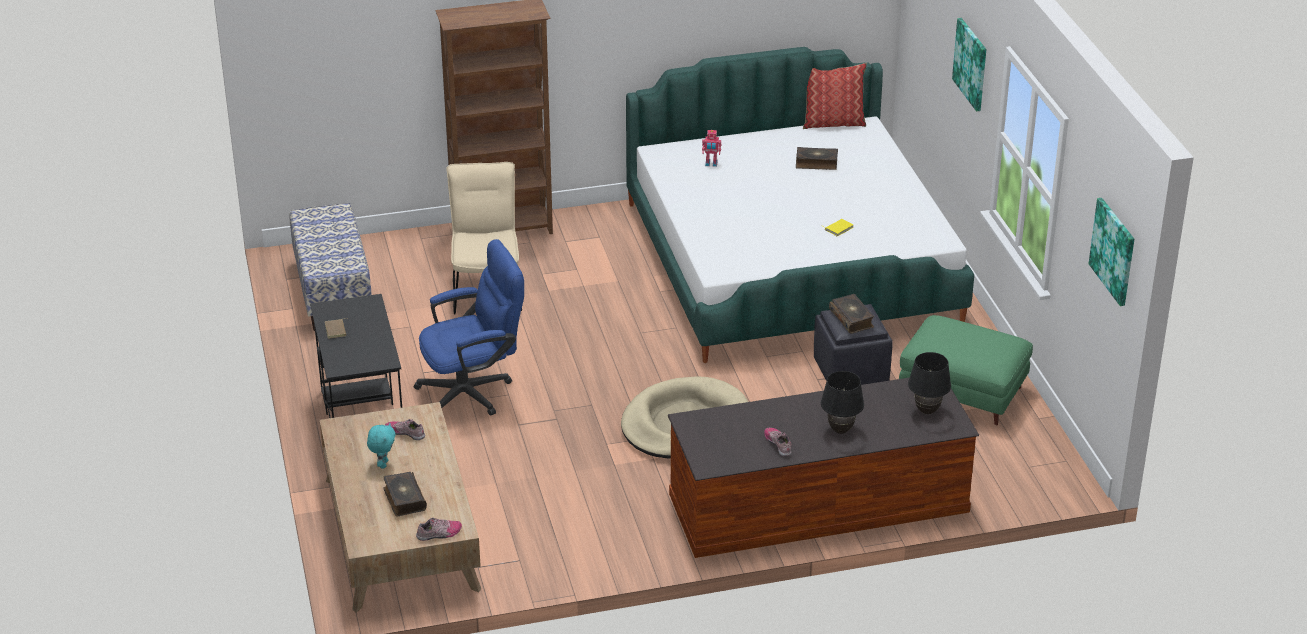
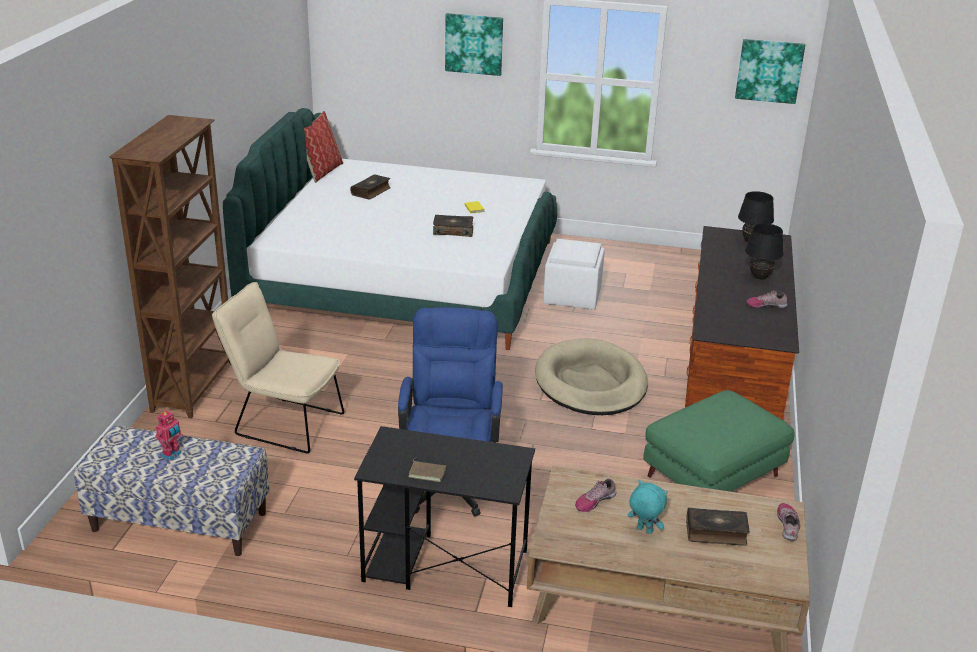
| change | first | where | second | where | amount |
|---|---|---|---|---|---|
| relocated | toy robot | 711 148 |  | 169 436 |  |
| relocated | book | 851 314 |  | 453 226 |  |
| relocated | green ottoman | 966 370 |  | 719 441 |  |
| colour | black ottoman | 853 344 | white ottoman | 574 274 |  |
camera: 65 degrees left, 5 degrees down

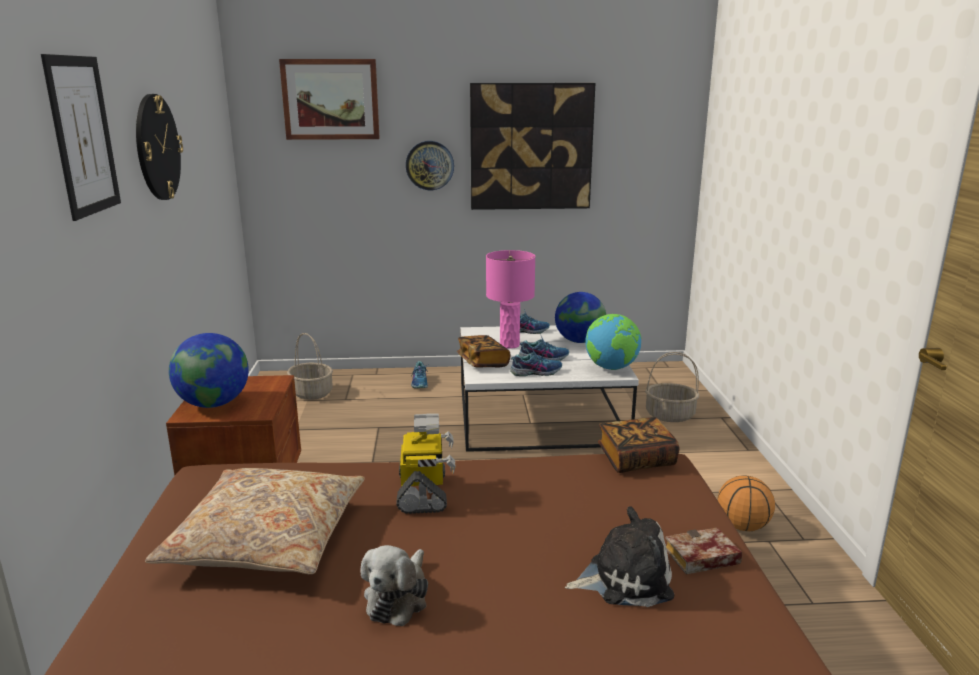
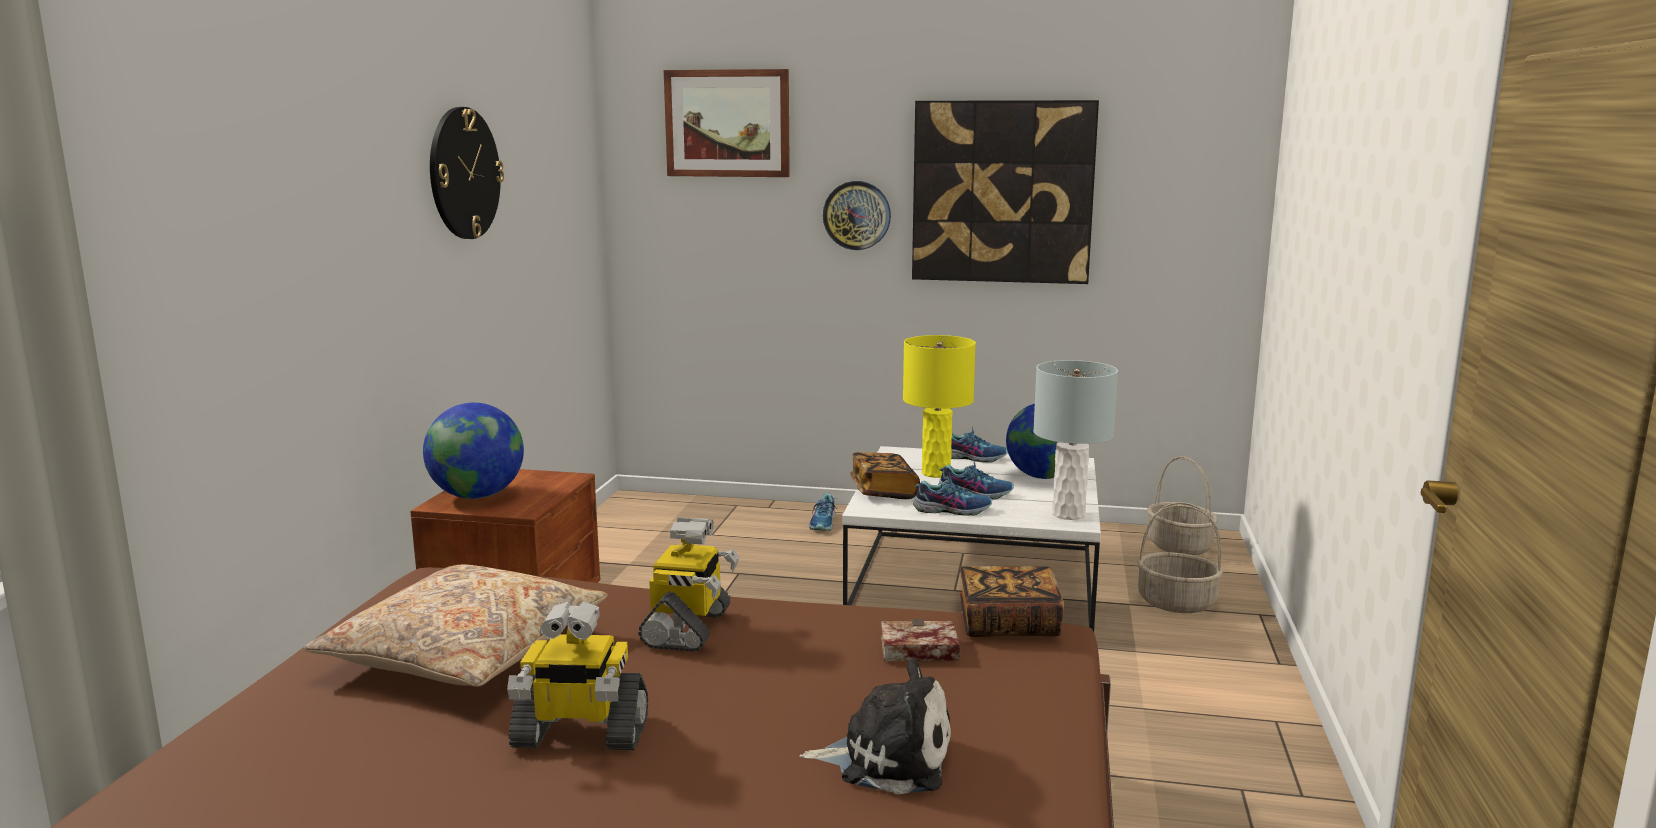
| change | first | where | second | where | amount |
|---|---|---|---|---|---|
| missing | picture | 81 137 |  |  |  |
| missing | basketball | 746 503 |  |  |  |
| relocated | basket | 310 366 |  | 1182 505 |  |
| relocated | book | 703 550 |  | 920 640 |  |
| exchanged | plush toy | 394 585 | toy robot | 577 675 |  |
| exchanged | globe | 613 342 | grey table lamp | 1075 440 |  |
| colour | pink table lamp | 510 299 | yellow table lamp | 939 406 |  |
camera: 15 degrees right, 5 degrees down

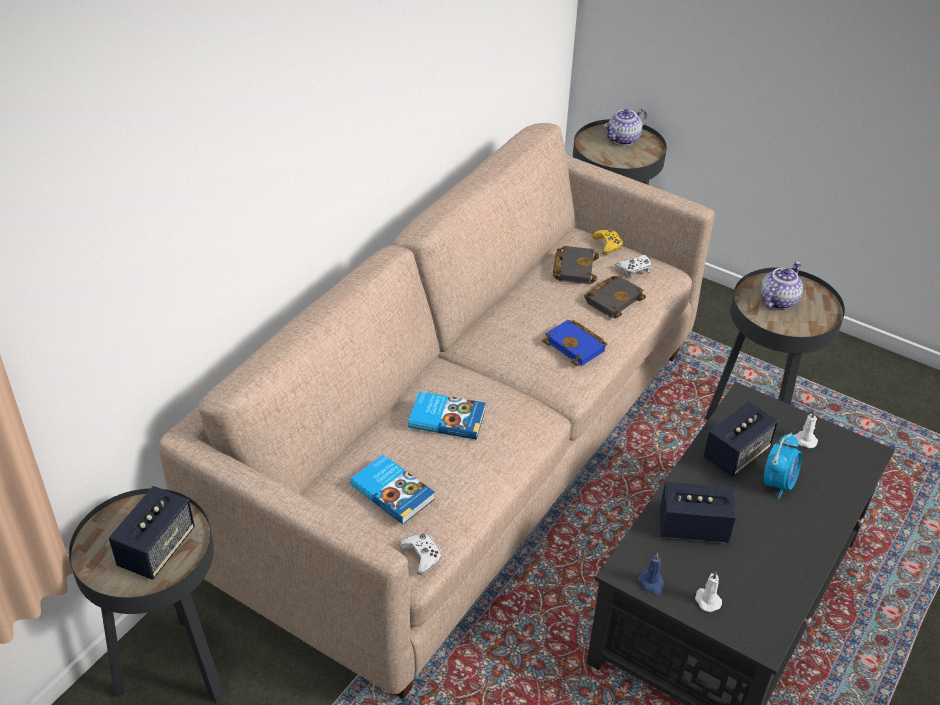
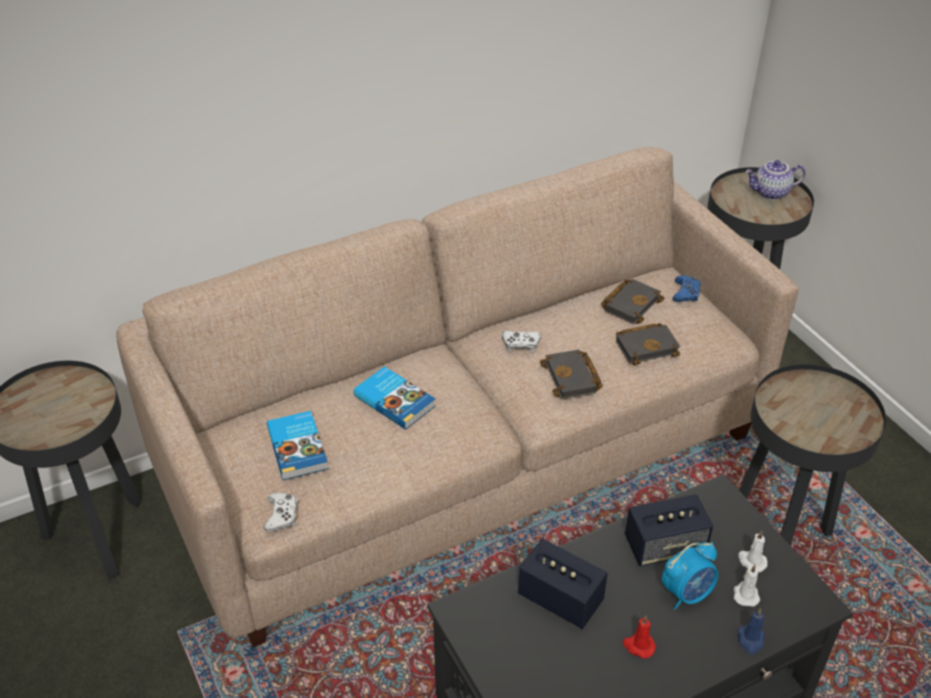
| change | first | where | second | where | amount |
|---|---|---|---|---|---|
| missing | speaker | 152 533 |  |  |  |
| missing | teapot | 782 285 |  |  |  |
| appeared |  |  | red candle | 639 637 |  |
| relocated | white game controller | 633 266 |  | 521 342 |  |
| relocated | blue candle | 651 574 |  | 751 631 |  |
| relocated | white candle | 708 591 |  | 747 586 |  |
| colour | blue book | 574 343 | black book | 571 374 |  |
| colour | yellow game controller | 607 241 | blue game controller | 687 288 |  |
camera: 30 degrees right, 0 degrees up

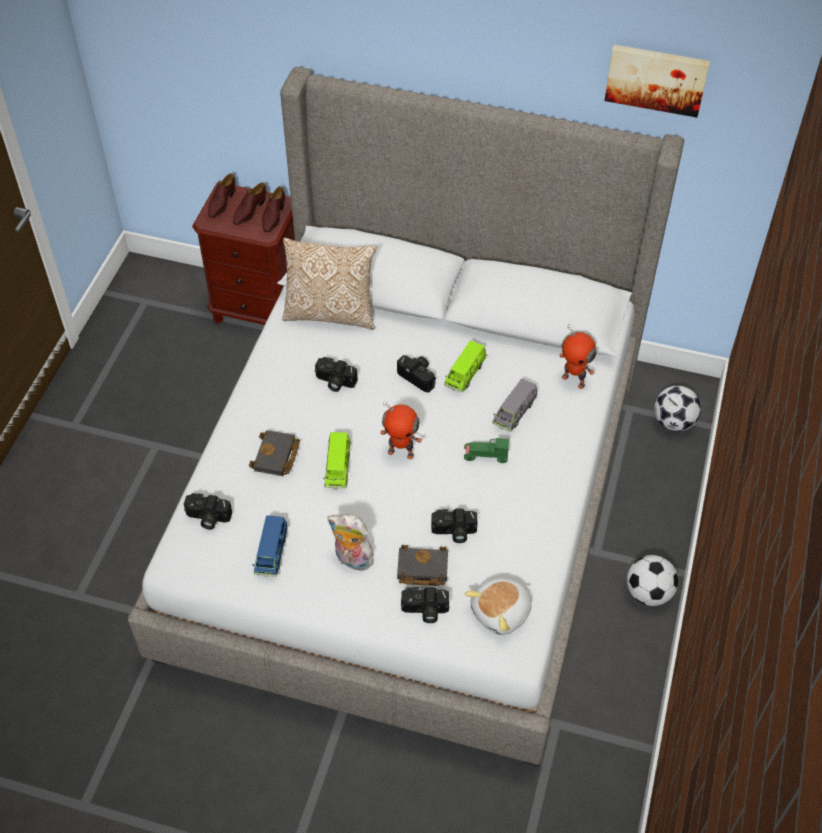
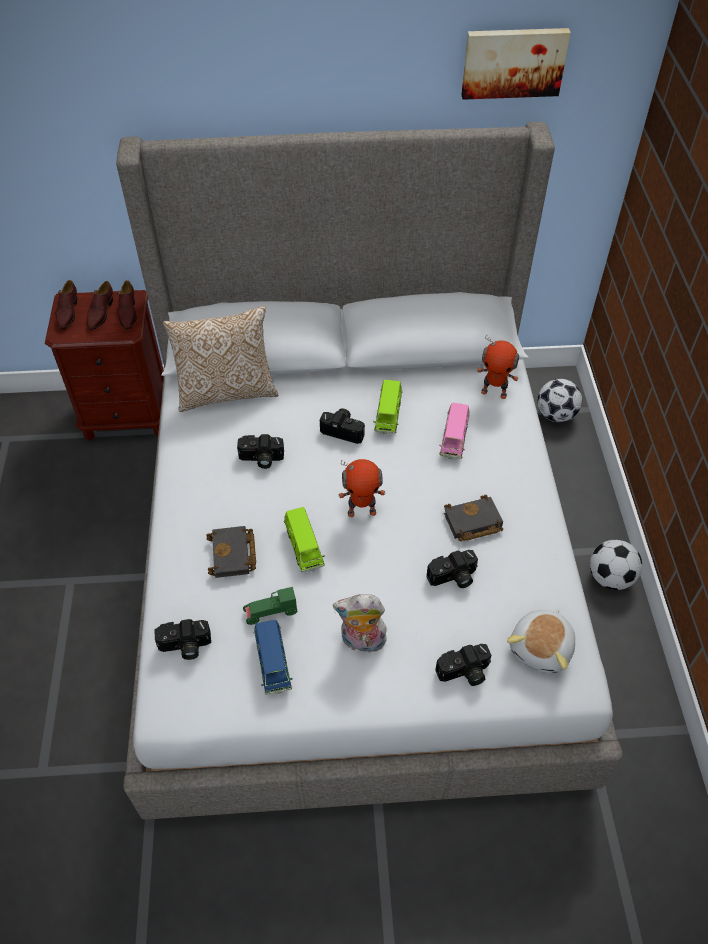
| change | first | where | second | where | amount |
|---|---|---|---|---|---|
| relocated | black book | 422 565 |  | 473 518 |  |
| relocated | green toy car | 486 450 |  | 270 606 |  |
| colour | grey toy car | 515 405 | pink toy car | 454 431 |  |
camera: 20 degrees left, 0 degrees up

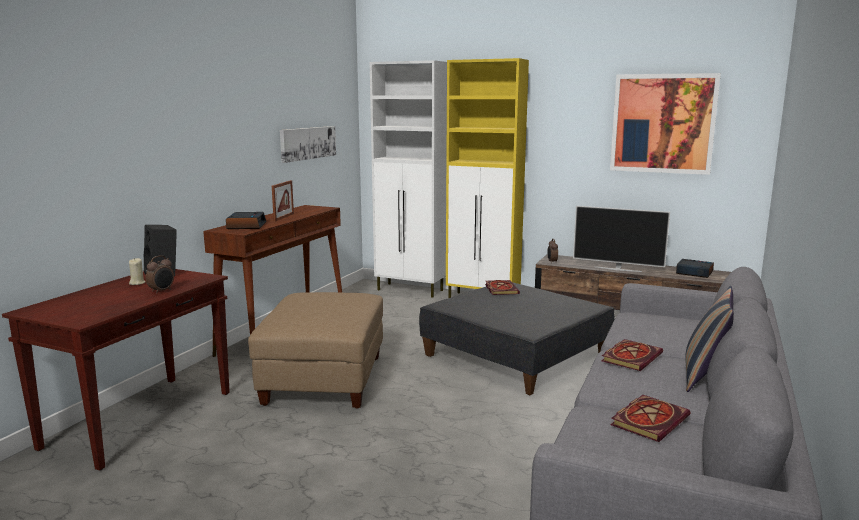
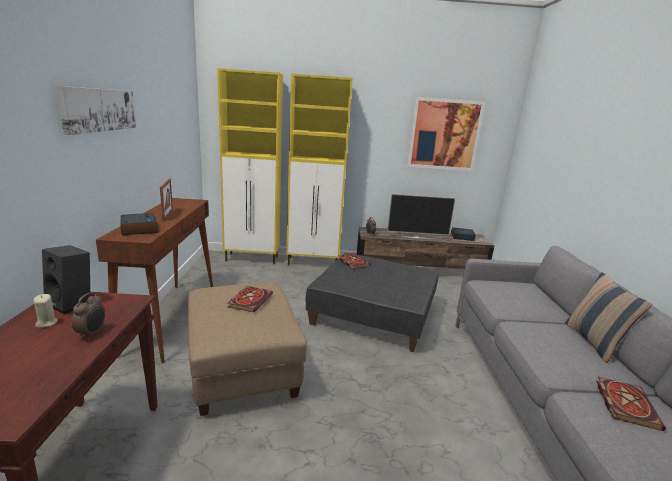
| change | first | where | second | where | amount |
|---|---|---|---|---|---|
| relocated | picture | 308 144 |  | 96 110 |  |
| relocated | book | 632 355 |  | 250 299 |  |
| colour | white cabinet | 408 179 | yellow cabinet | 250 166 |  |
camera: 25 degrees left, 5 degrees up

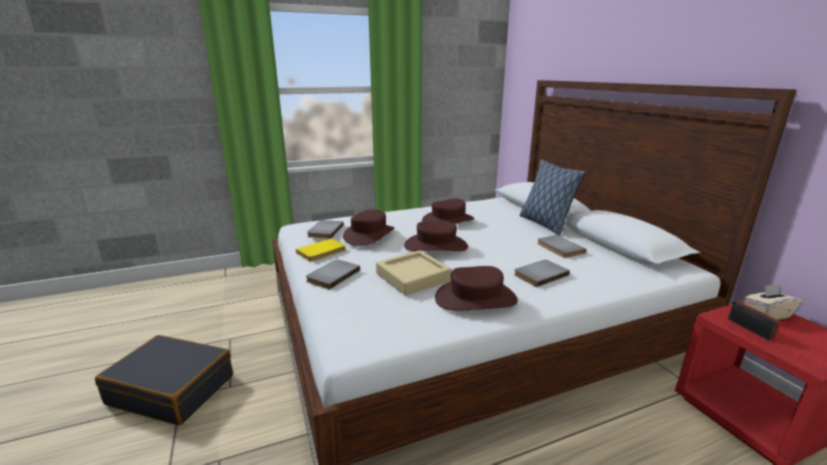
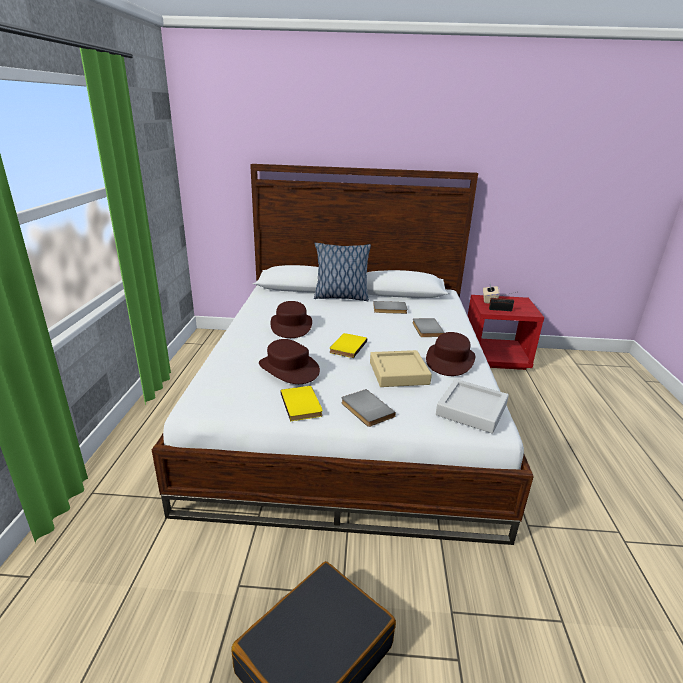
| change | first | where | second | where | amount |
|---|---|---|---|---|---|
| missing | grey book | 325 229 |  |  |  |
| appeared |  |  | grey tray | 472 406 |  |
| exchanged | brown hat | 436 236 | yellow book | 348 345 |  |
camera: 65 degrees left, 5 degrees up

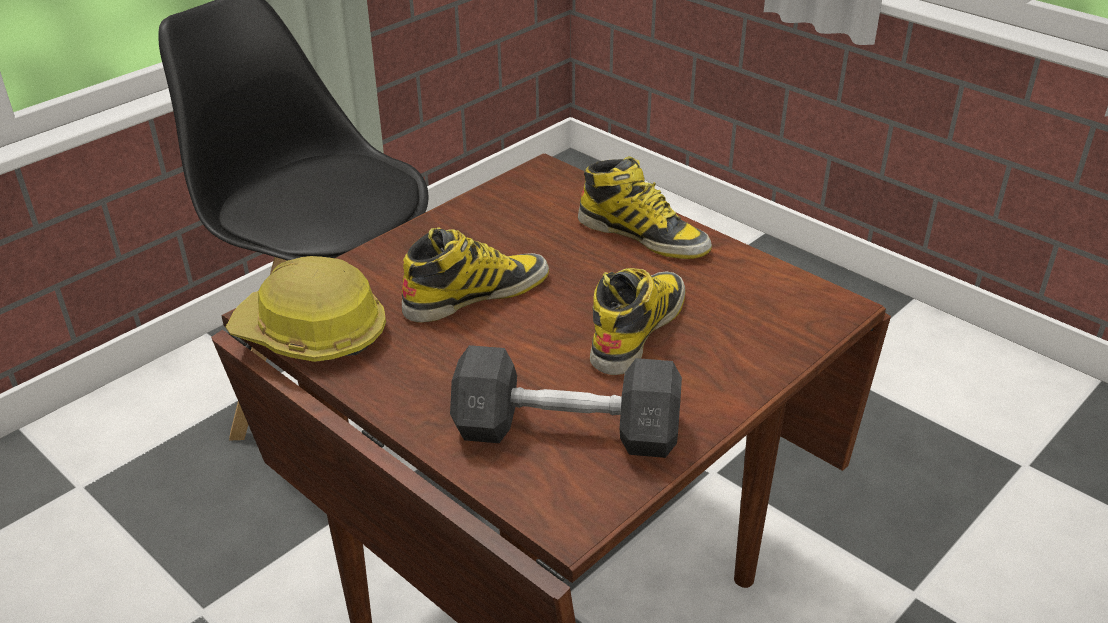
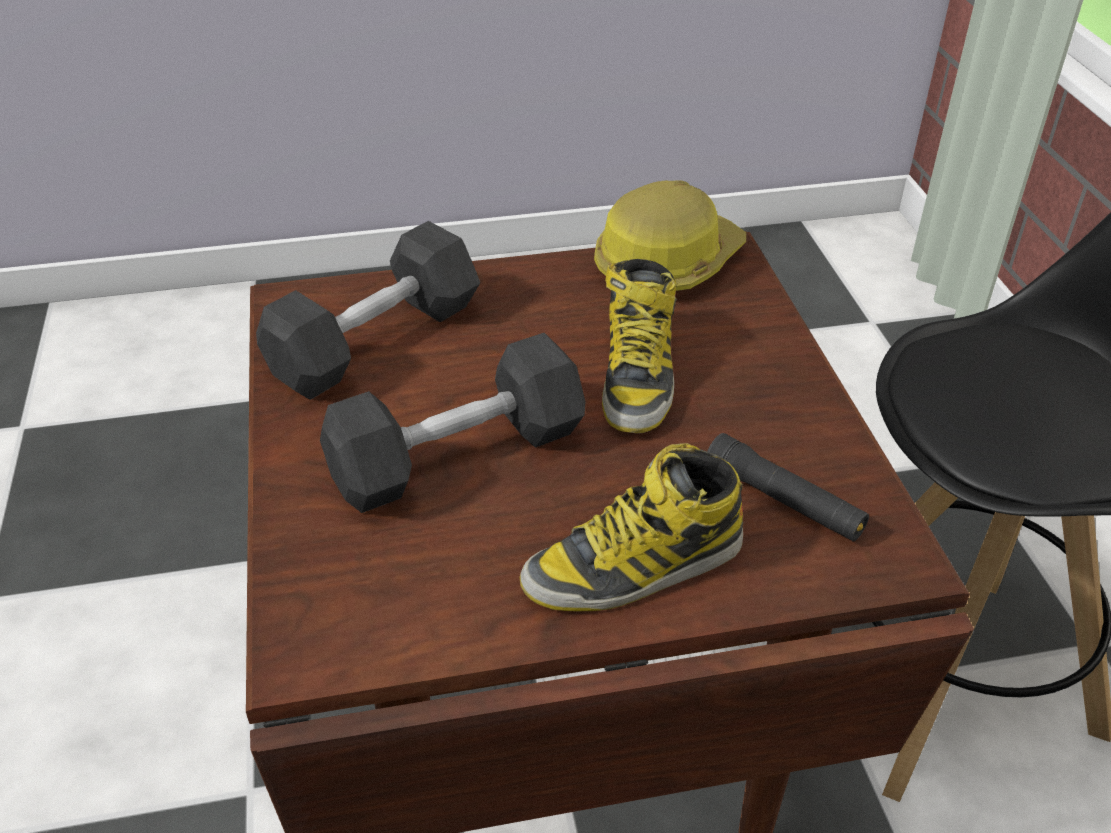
| change | first | where | second | where | amount |
|---|---|---|---|---|---|
| appeared |  |  | black flashlight | 788 487 |  |
| exchanged | boot | 637 321 | grey dumbbell | 452 423 |  |
camera: 125 degrees right, 5 degrees up

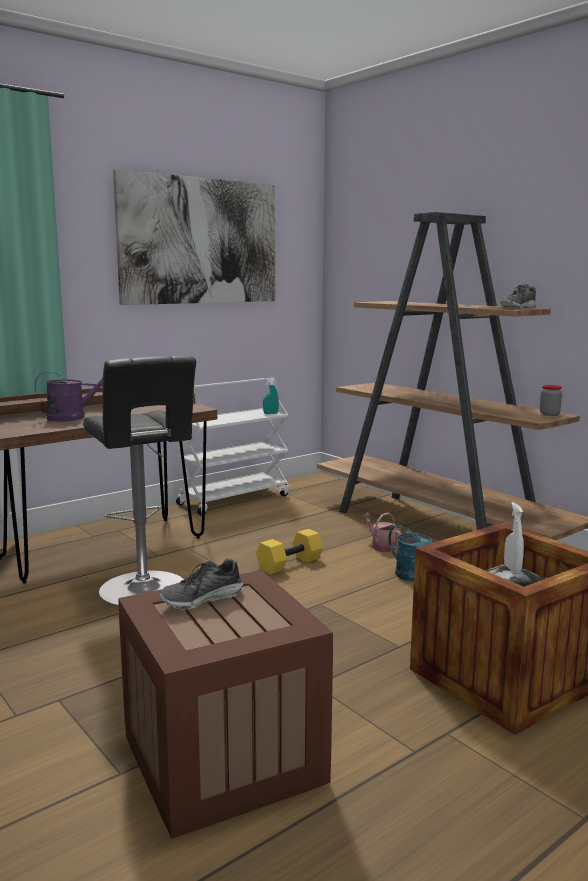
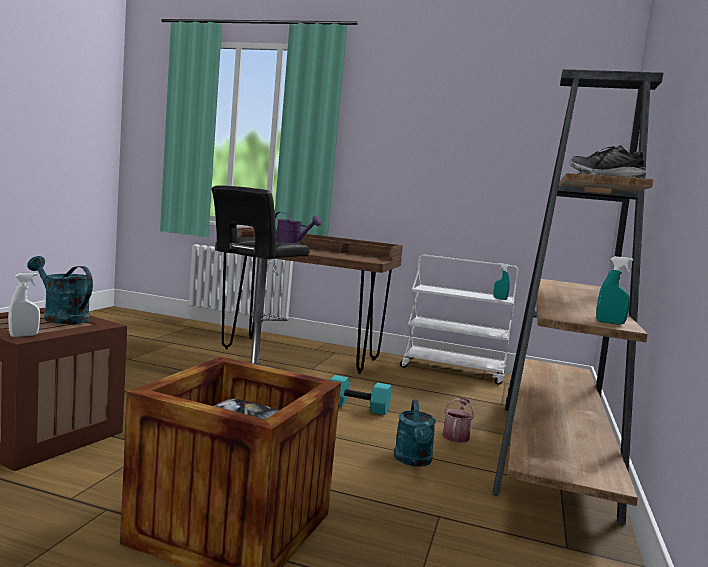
| change | first | where | second | where | amount |
|---|---|---|---|---|---|
| missing | picture | 194 237 |  |  |  |
| relocated | white spray bottle | 514 538 |  | 24 305 |  |
| exchanged | shoe | 201 584 | turquoise watering can | 60 290 |  |
| exchanged | jar | 551 400 | turquoise spray bottle | 614 290 |  |
| colour | yellow dumbbell | 289 551 | turquoise dumbbell | 360 395 |  |
camera: 55 degrees right, 5 degrees down

